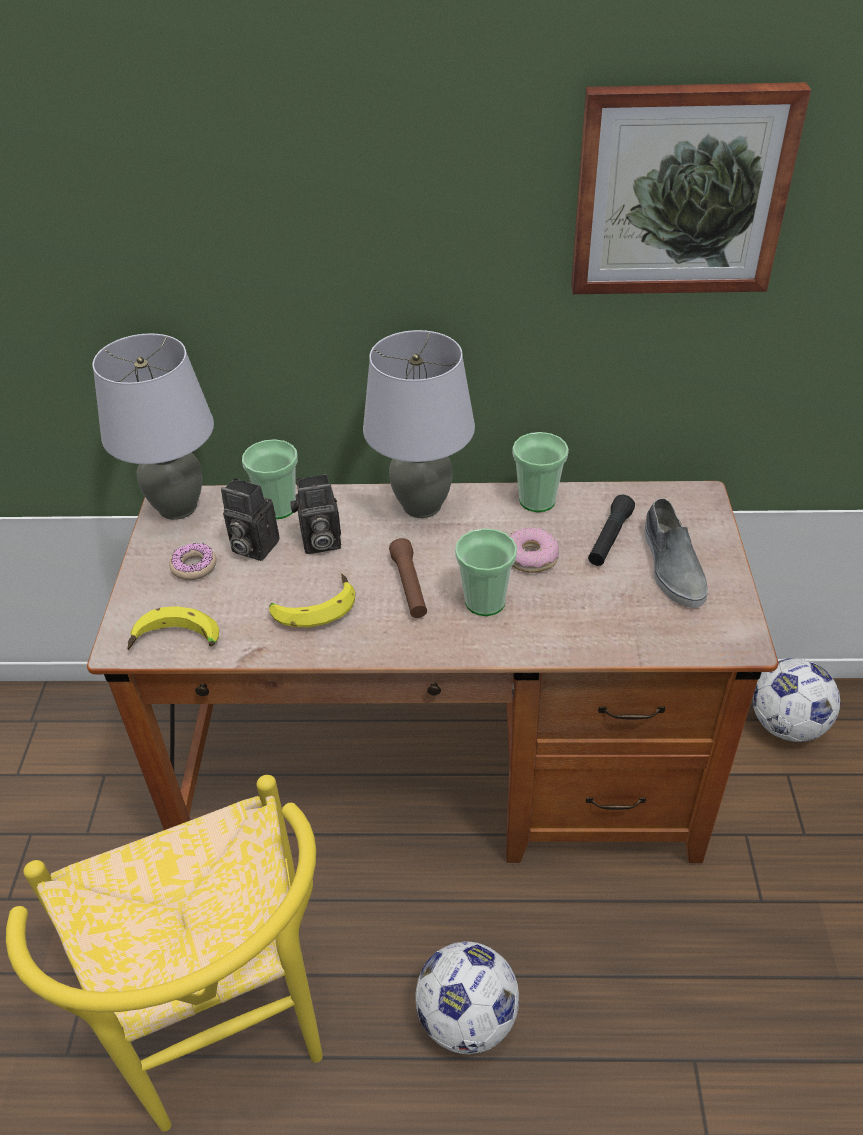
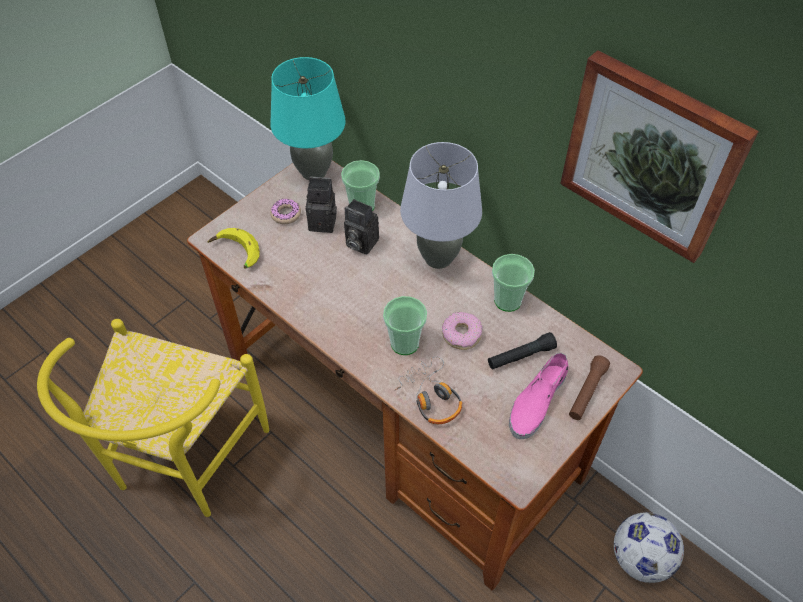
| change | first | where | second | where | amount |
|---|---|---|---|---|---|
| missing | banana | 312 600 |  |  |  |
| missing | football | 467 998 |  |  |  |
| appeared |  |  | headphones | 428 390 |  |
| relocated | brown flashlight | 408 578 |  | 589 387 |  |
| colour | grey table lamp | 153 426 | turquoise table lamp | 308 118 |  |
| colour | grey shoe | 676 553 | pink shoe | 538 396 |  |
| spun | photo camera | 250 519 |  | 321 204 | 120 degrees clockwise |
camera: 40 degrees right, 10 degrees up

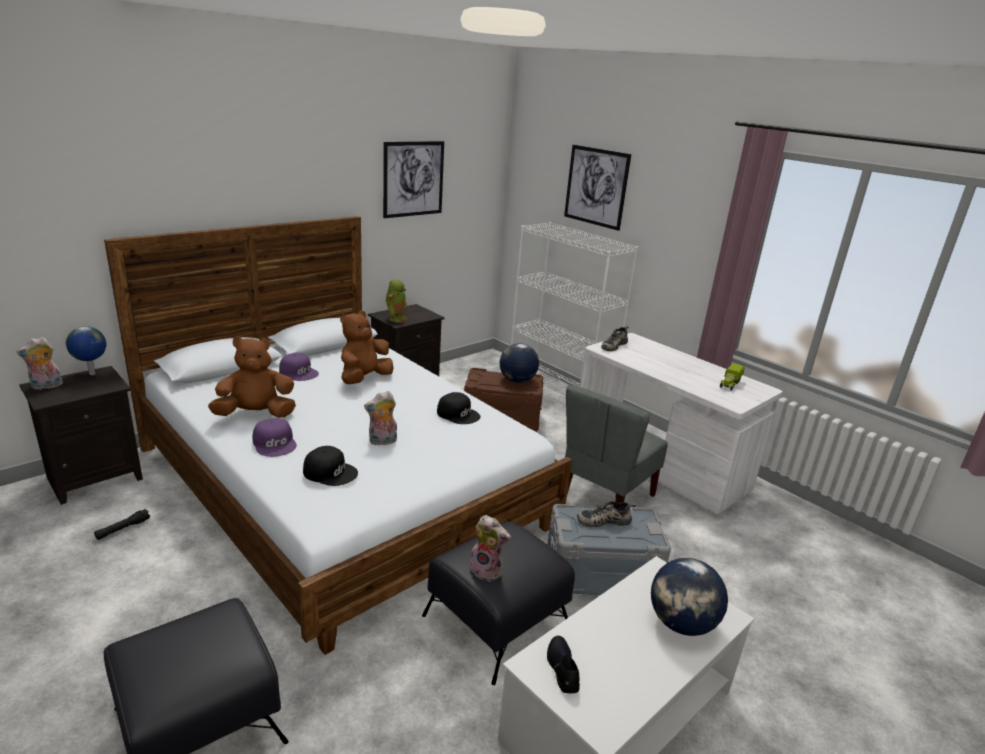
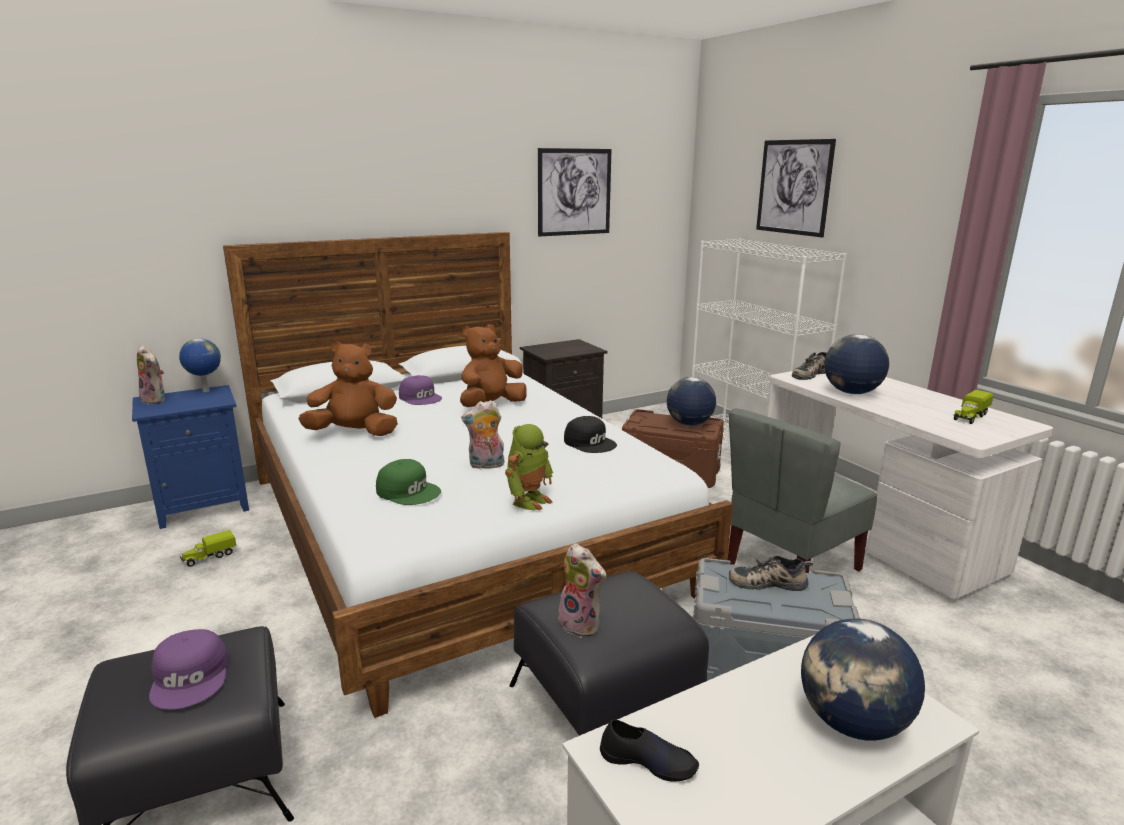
| change | first | where | second | where | amount |
|---|---|---|---|---|---|
| appeared |  |  | globe | 856 364 |  |
| relocated | purple cap | 274 437 |  | 188 669 |  |
| relocated | toy robot | 397 301 |  | 529 467 |  |
| exchanged | black flashlight | 122 524 | toy truck | 208 548 |  |
| colour | black nightstand | 81 435 | blue nightstand | 190 457 |  |
| colour | black cap | 330 466 | green cap | 408 482 |  |
| spun | plush toy | 39 363 |  | 151 374 | 120 degrees counterclockwise |
| spun | black shoe | 563 664 |  | 649 750 | 105 degrees clockwise |
camera: 15 degrees right, 5 degrees down

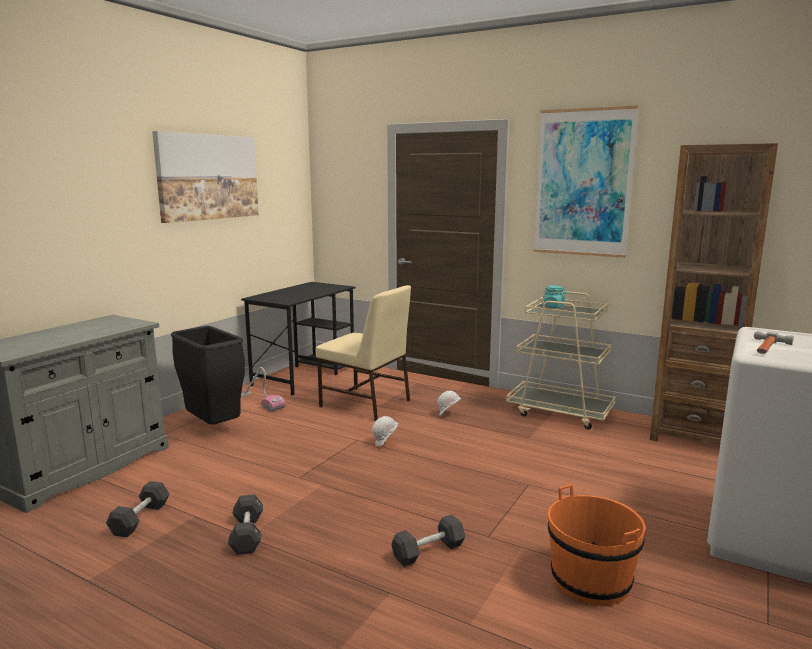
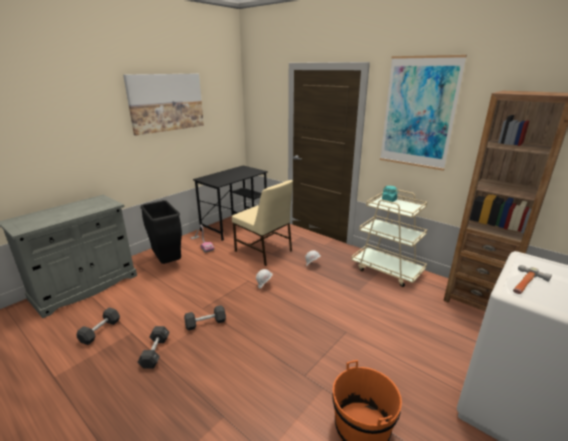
| change | first | where | second | where | amount |
|---|---|---|---|---|---|
| relocated | black dumbbell | 428 540 |  | 205 318 |  |
camera: 10 degrees right, 10 degrees up

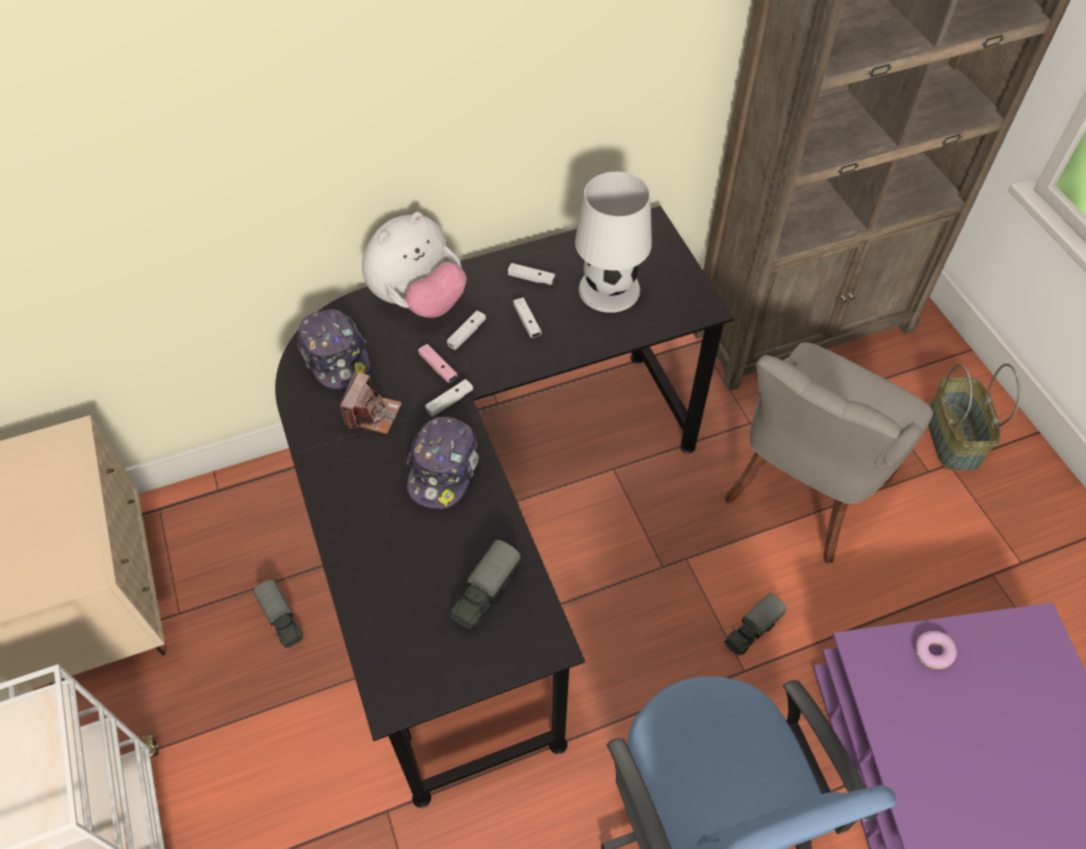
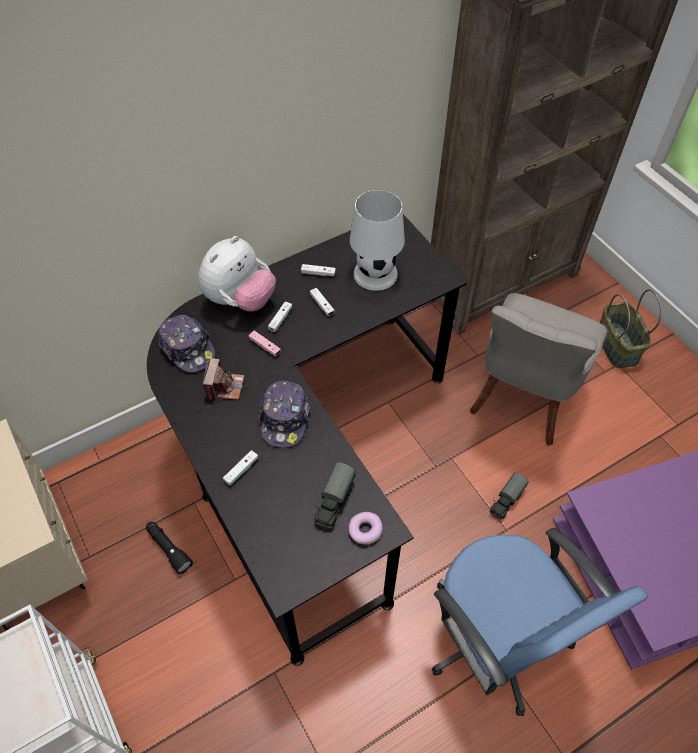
| change | first | where | second | where | amount |
|---|---|---|---|---|---|
| relocated | white game controller | 449 398 |  | 241 468 |  |
| relocated | donut | 936 650 |  | 365 528 |  |
| exchanged | toy truck | 278 614 | black flashlight | 169 548 |  |
camera: 10 degrees left, 0 degrees up

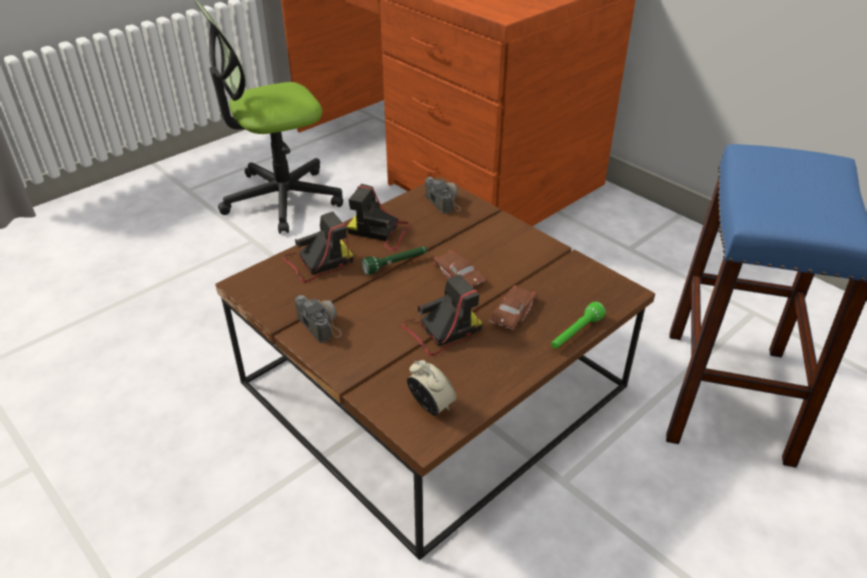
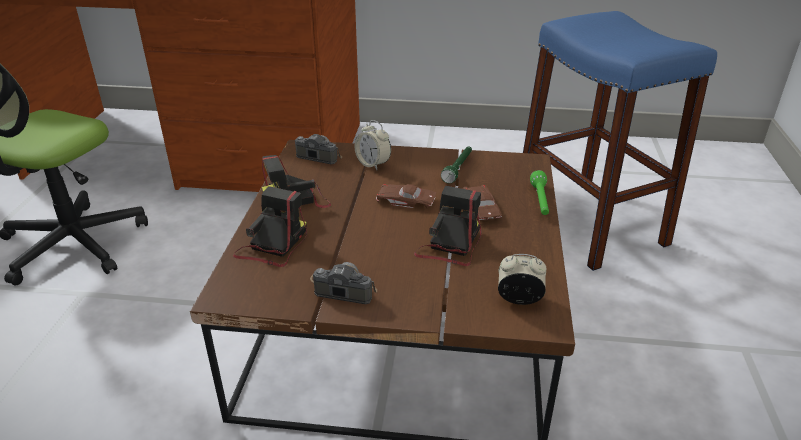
| change | first | where | second | where | amount |
|---|---|---|---|---|---|
| appeared |  |  | alarm clock | 373 145 |  |
| relocated | green flashlight | 394 260 |  | 456 164 |  |
camera: 40 degrees left, 5 degrees down

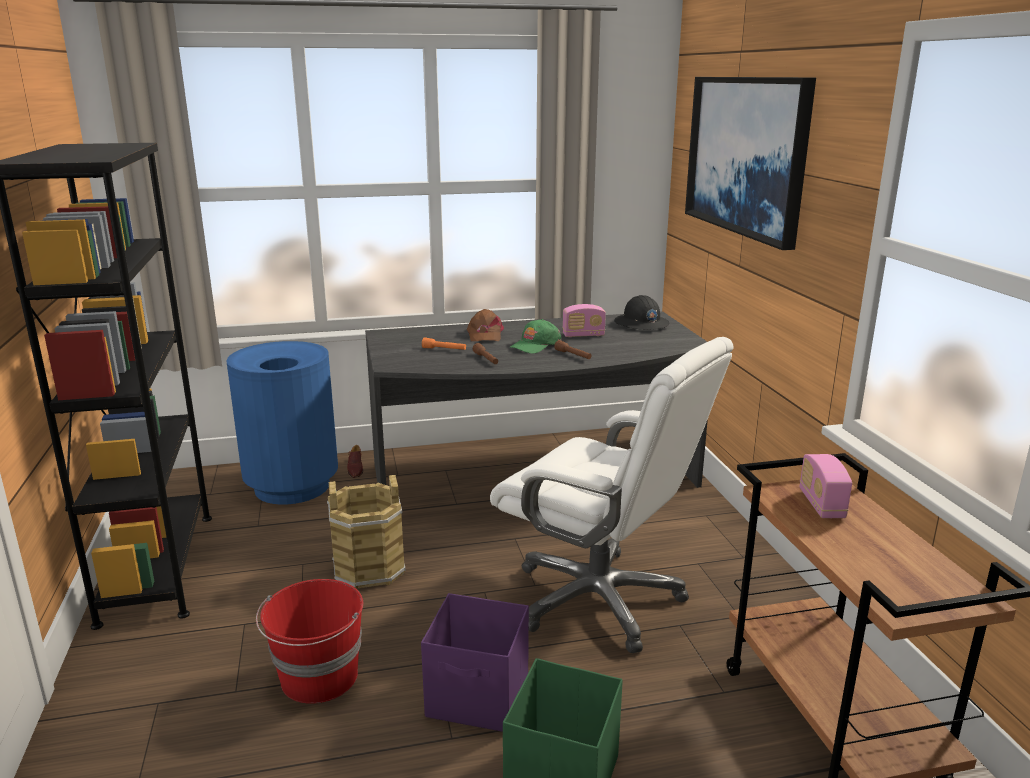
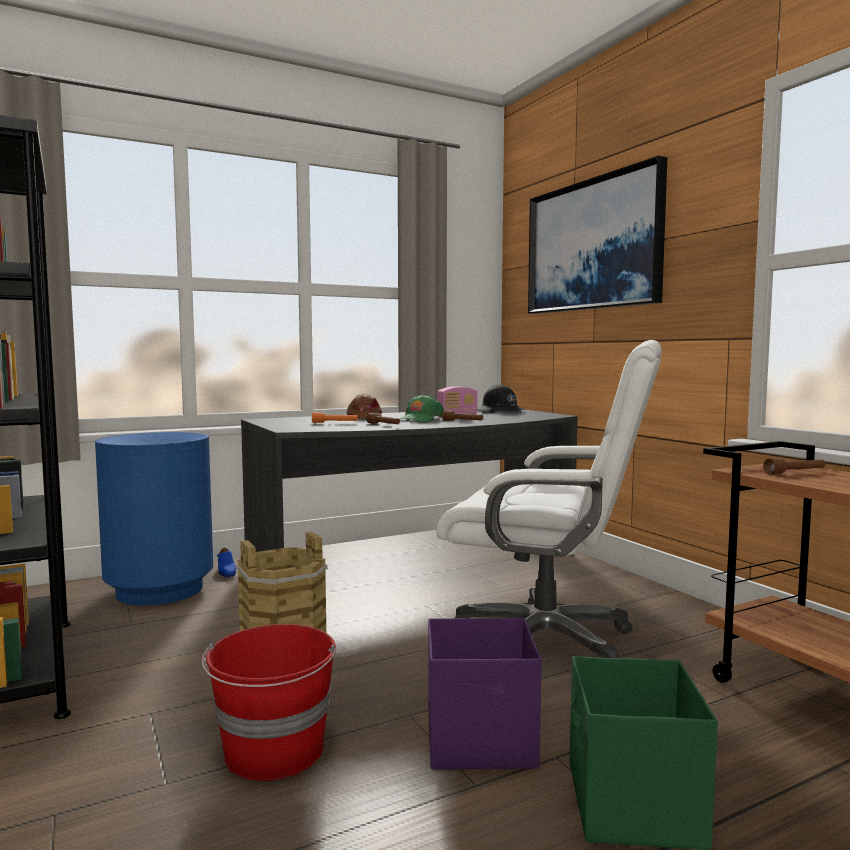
| change | first | where | second | where | amount |
|---|---|---|---|---|---|
| exchanged | radio | 826 486 | brown flashlight | 794 466 |  |
| colour | brown shoe | 355 461 | blue shoe | 226 562 |  |
camera: 15 degrees left, 15 degrees down

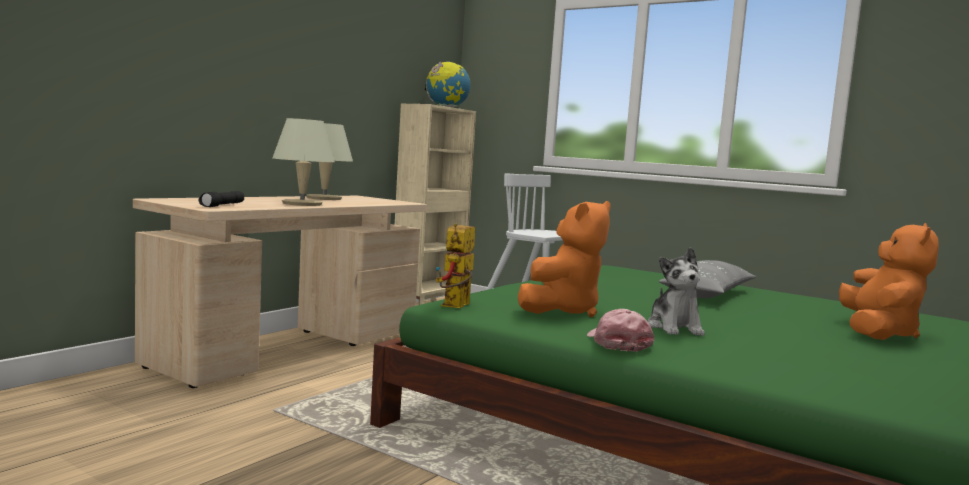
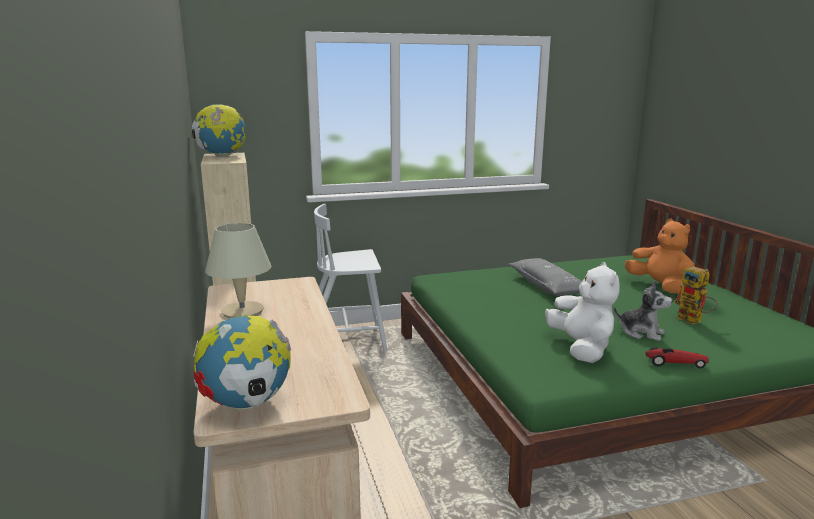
| change | first | where | second | where | amount |
|---|---|---|---|---|---|
| missing | black flashlight | 221 199 |  |  |  |
| missing | beige table lamp | 303 162 |  |  |  |
| appeared |  |  | globe | 242 362 |  |
| relocated | toy robot | 455 265 |  | 696 295 |  |
| exchanged | pink cap | 620 330 | toy car | 677 357 |  |
| colour | orange plush toy | 564 259 | white plush toy | 582 312 |  |
camera: 50 degrees left, 10 degrees up

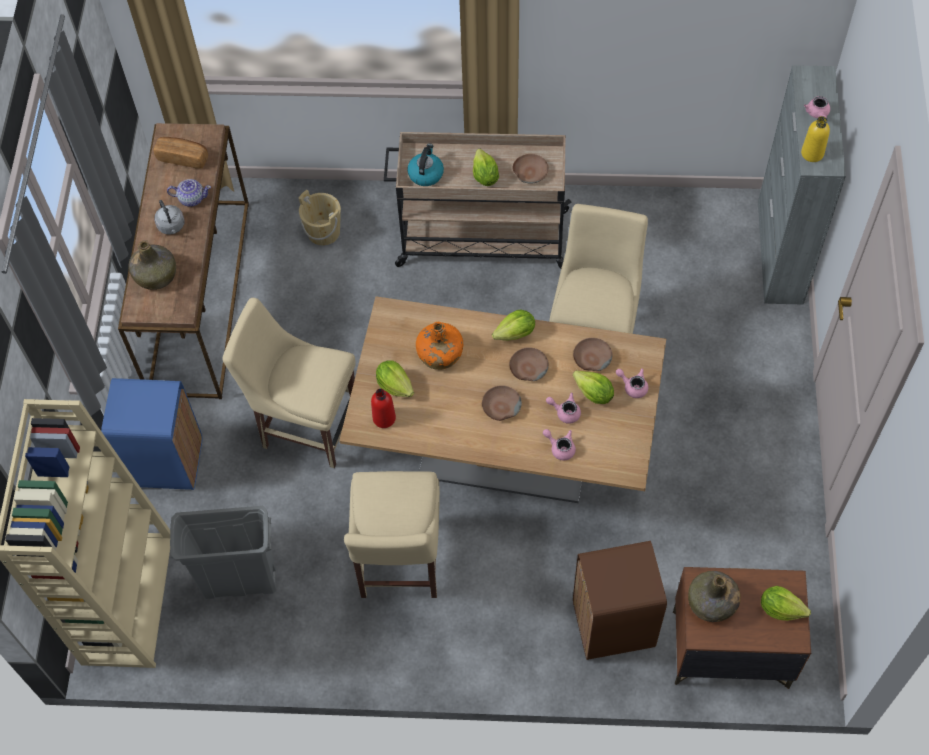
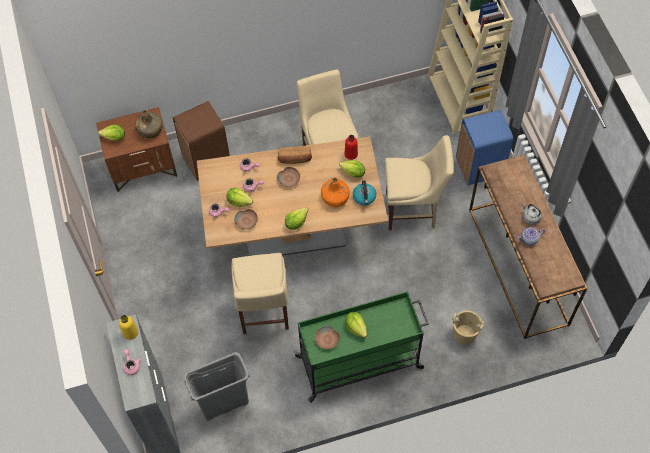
| change | first | where | second | where | amount |
|---|---|---|---|---|---|
| missing | green bottle | 152 265 |  |  |  |
| missing | brown bowl | 529 364 |  |  |  |
| relocated | bread | 180 153 |  | 295 155 |  |
| relocated | grey trash can | 223 552 |  | 217 386 |  |
| relocated | kettle | 425 165 |  | 364 193 |  |
| colour | beige cart | 477 200 | green cart | 361 347 |  |
camera: 160 degrees right, 0 degrees up

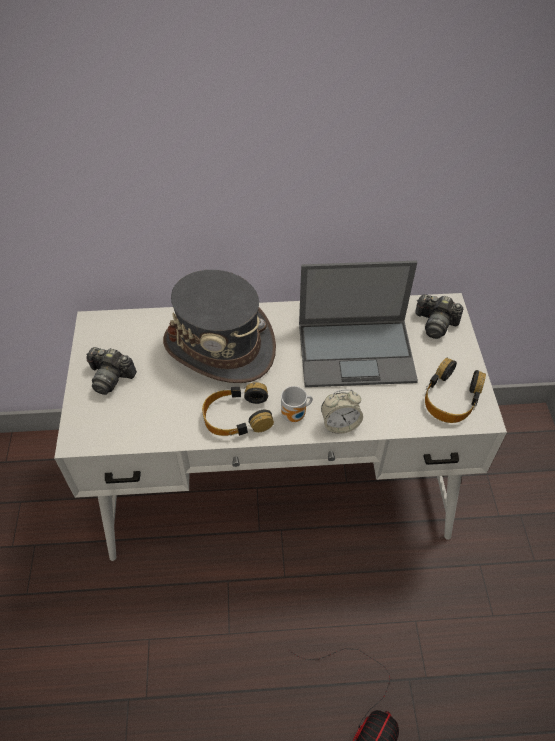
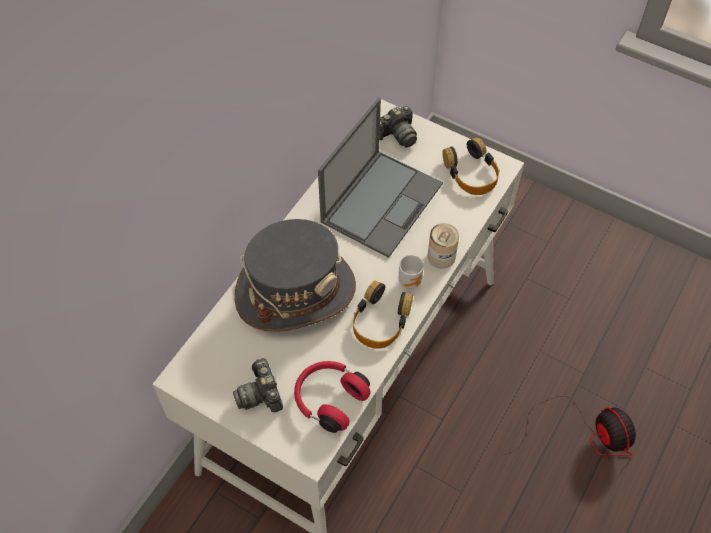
| change | first | where | second | where | amount |
|---|---|---|---|---|---|
| appeared |  |  | red headphones | 332 397 |  |
| exchanged | alarm clock | 342 411 | can | 443 245 |  |
| spun | photo camera | 111 371 |  | 258 385 | 105 degrees clockwise |
camera: 55 degrees left, 5 degrees up

